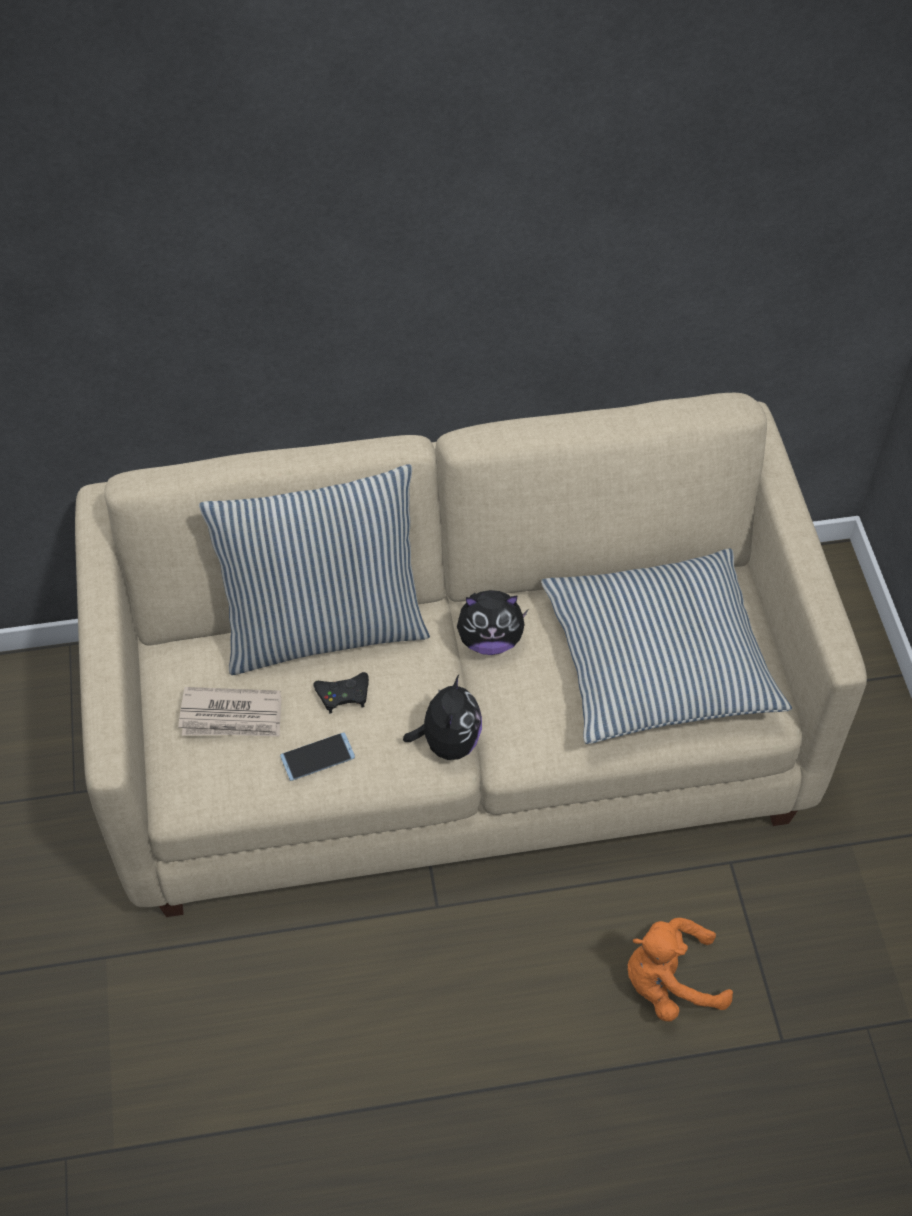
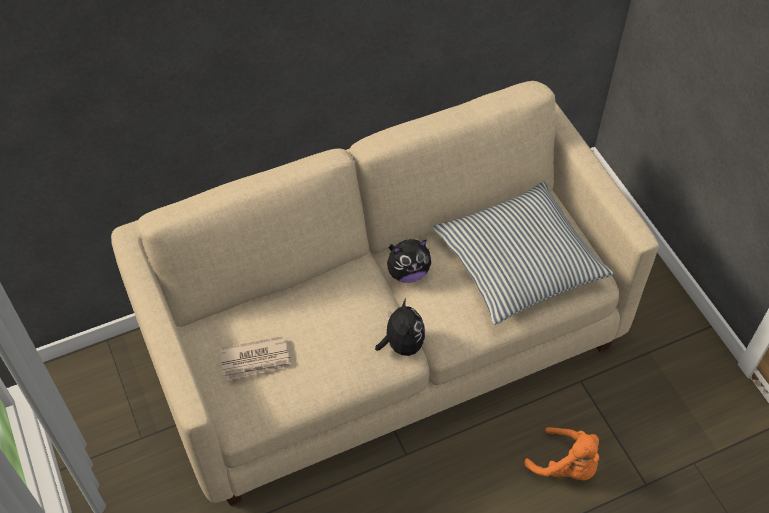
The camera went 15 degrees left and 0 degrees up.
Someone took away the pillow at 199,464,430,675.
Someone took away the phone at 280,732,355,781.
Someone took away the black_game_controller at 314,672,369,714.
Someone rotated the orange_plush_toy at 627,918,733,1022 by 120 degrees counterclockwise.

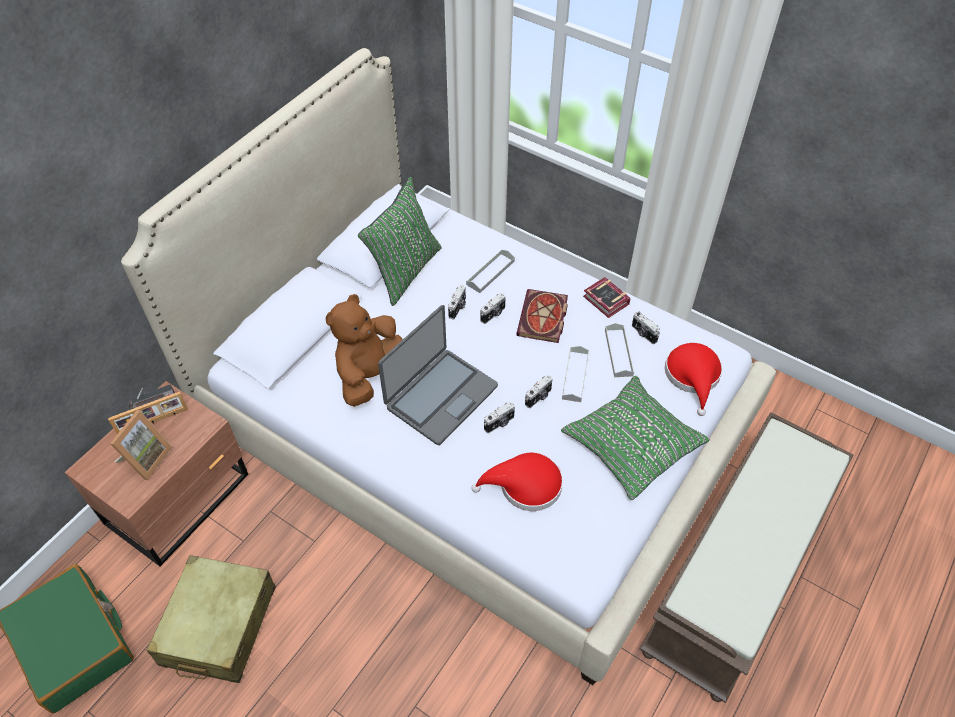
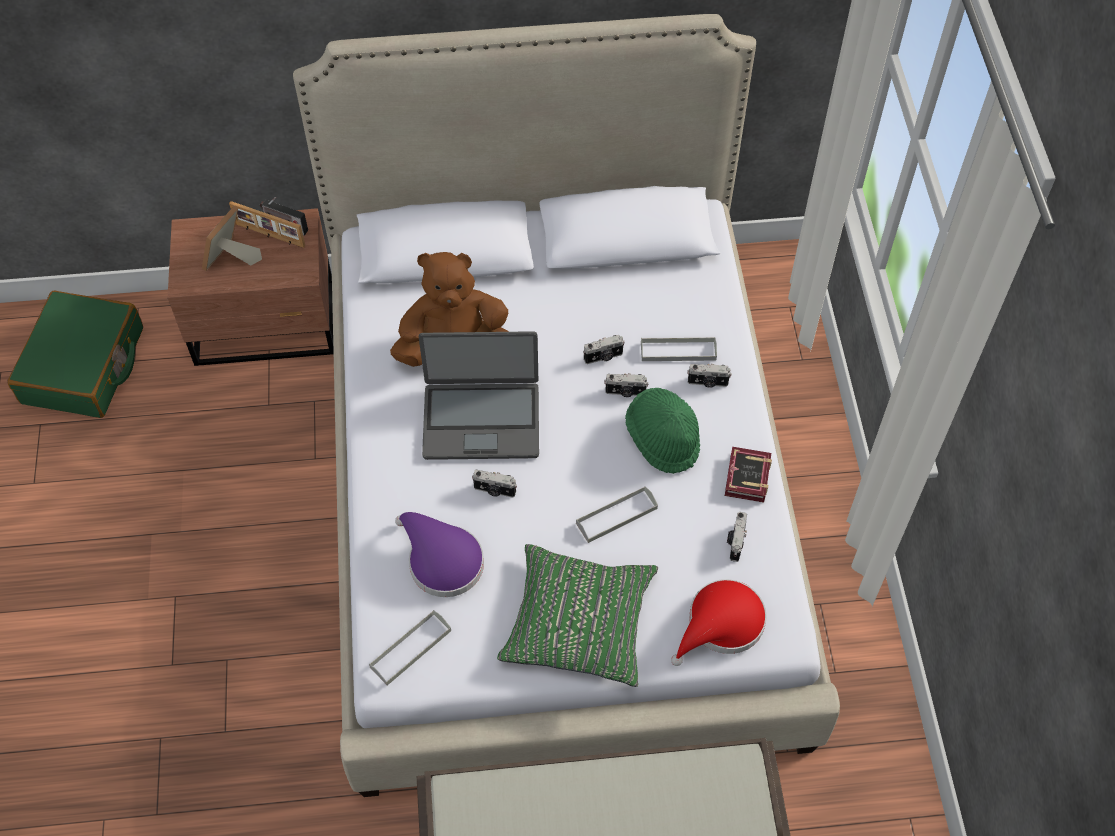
The camera went 50 degrees right and 5 degrees up.
Someone rotated the picture_frame at 110,410,172,480 by 135 degrees clockwise.
Someone took away the beige_suitcase at 146,555,276,683.
Someone took away the green_pillow at 358,176,442,306.
Someone repainted the red_hat at 471,453,563,511, which became the purple_hat at 395,512,484,597.
Someone swapped the book at 516,289,568,343 for the green_hat at 625,388,700,474.
Someone carried the photo_camera from 525,375,552,408 to 687,364,732,388.
Someone carried the grey_tray from 605,323,634,377 to 369,610,451,686.

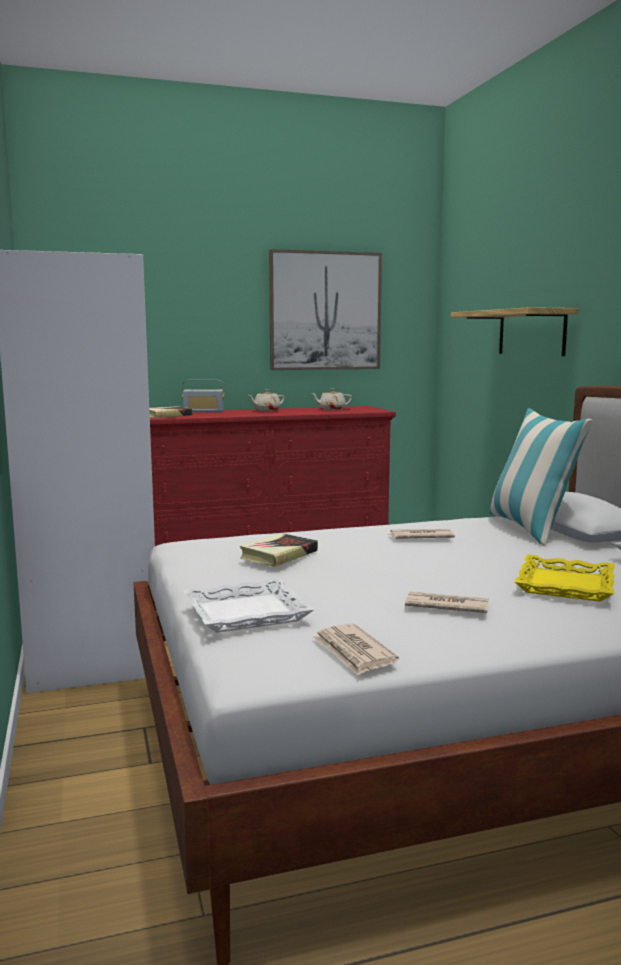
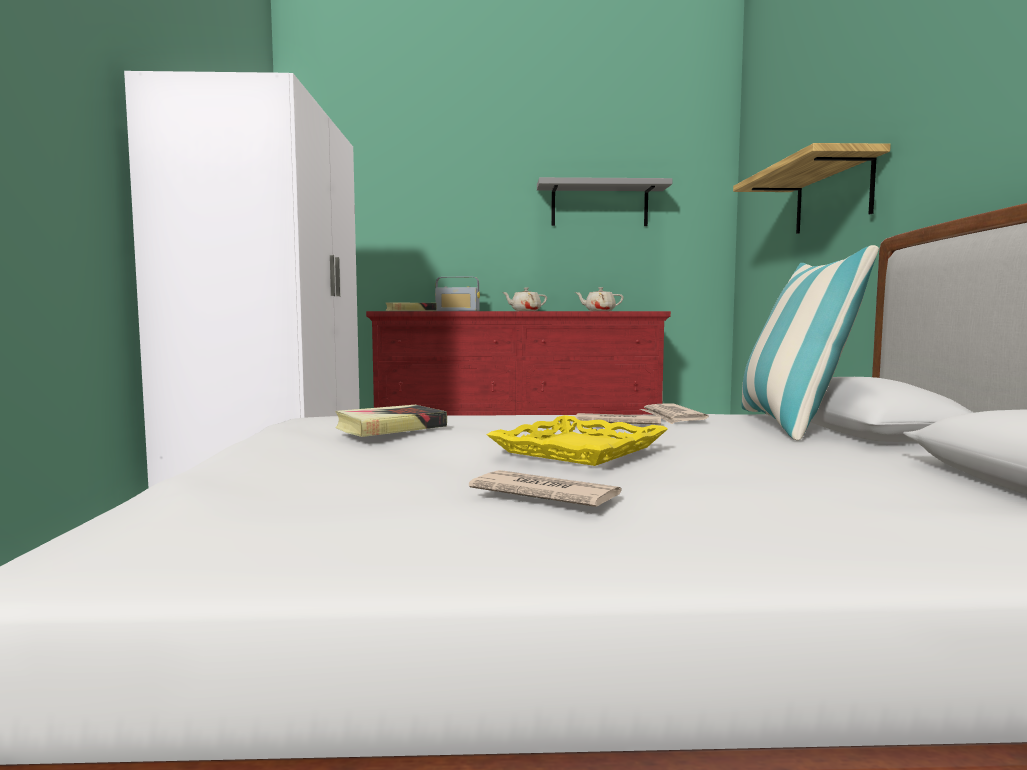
The camera went 15 degrees right and 5 degrees down.
Someone took away the white_tray at 183,578,315,633.
Someone swapped the picture at 269,249,382,370 for the grey_shelf at 537,177,672,226.
Someone carried the newspaper from 313,623,399,676 to 640,404,709,424.
Someone carried the yellow_tray from 515,554,615,602 to 486,415,668,466.

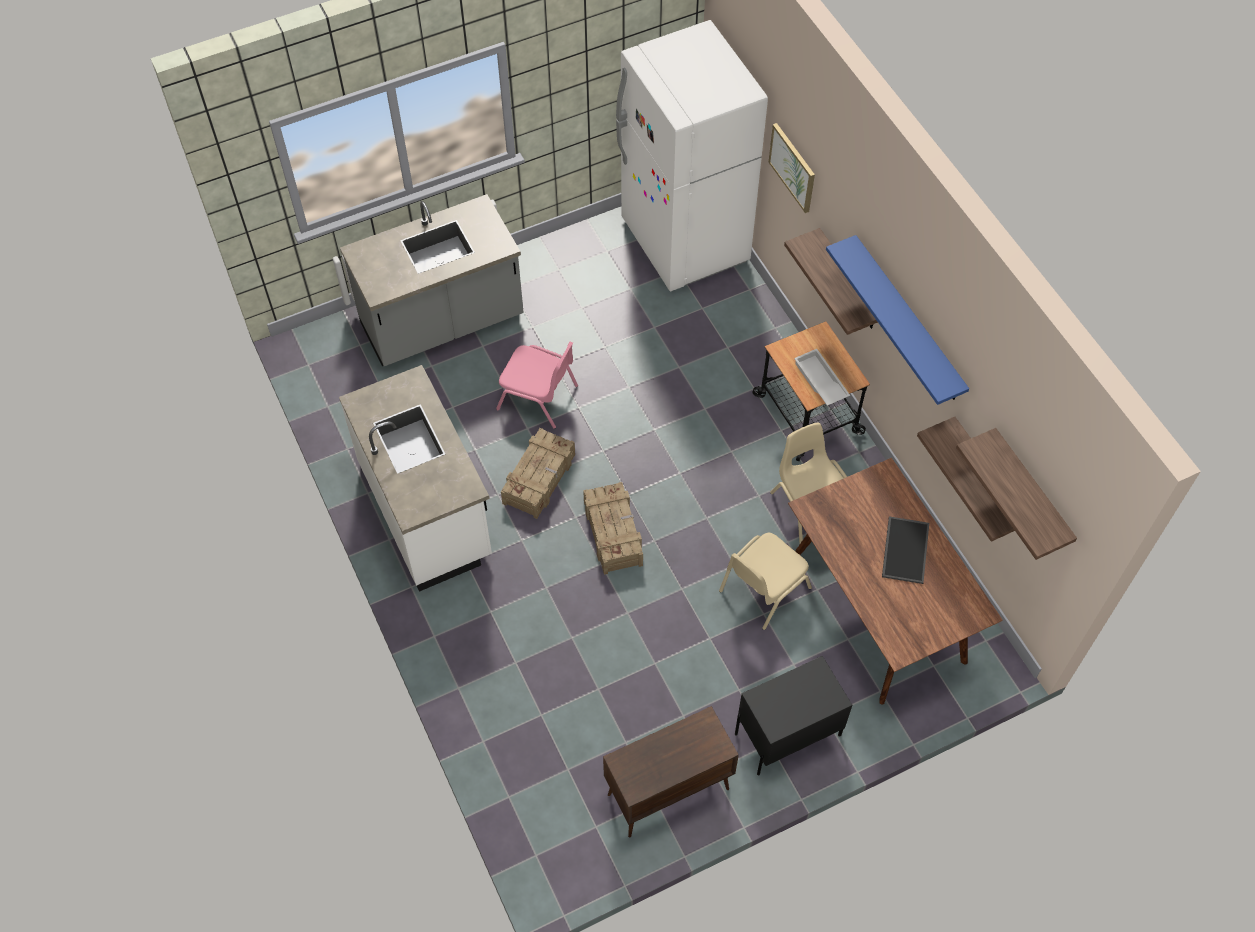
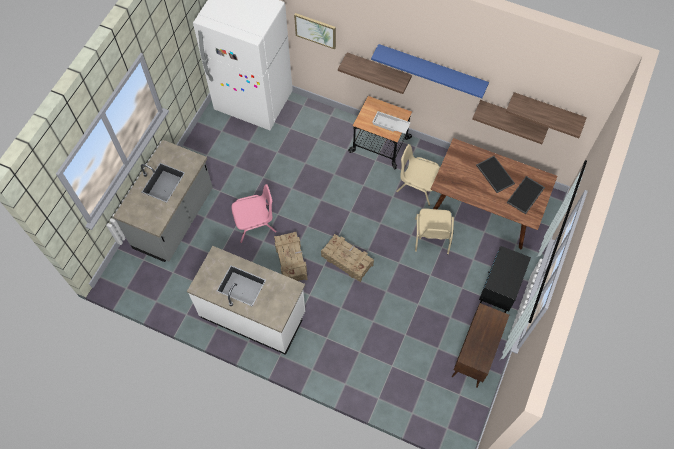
The camera went 40 degrees left and 5 degrees up.
Someone put down the tray at 507,176,545,214.

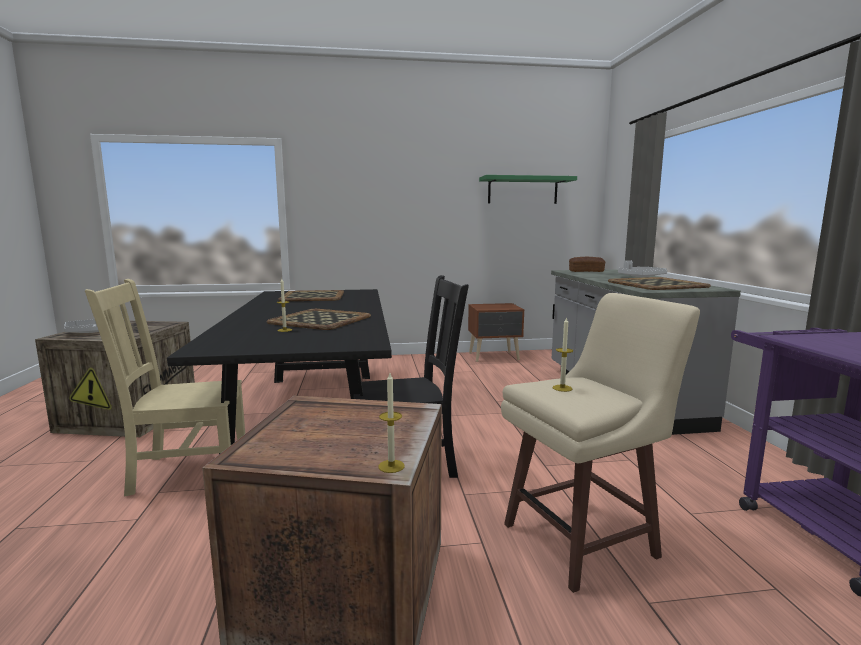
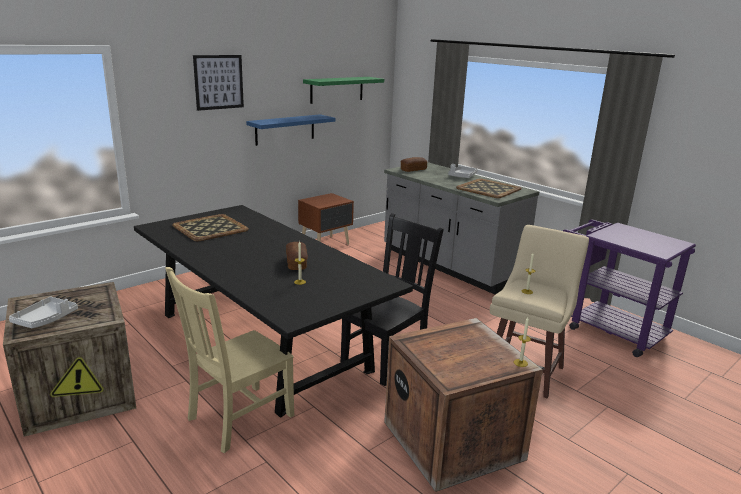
The camera went 35 degrees left and 10 degrees up.
Someone swapped the tray at 267,309,371,330 for the bread at 286,242,308,270.
Someone put up the picture at 193,55,244,111.
Someone put up the blue_shelf at 246,114,336,146.

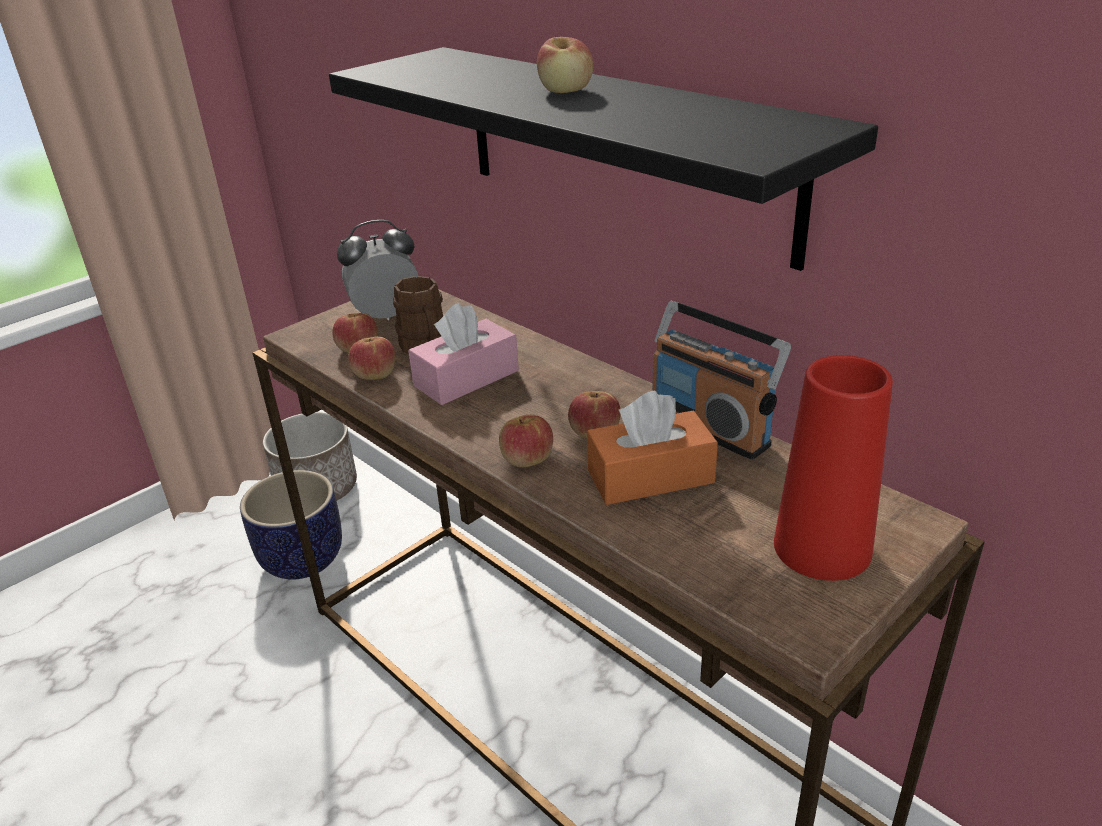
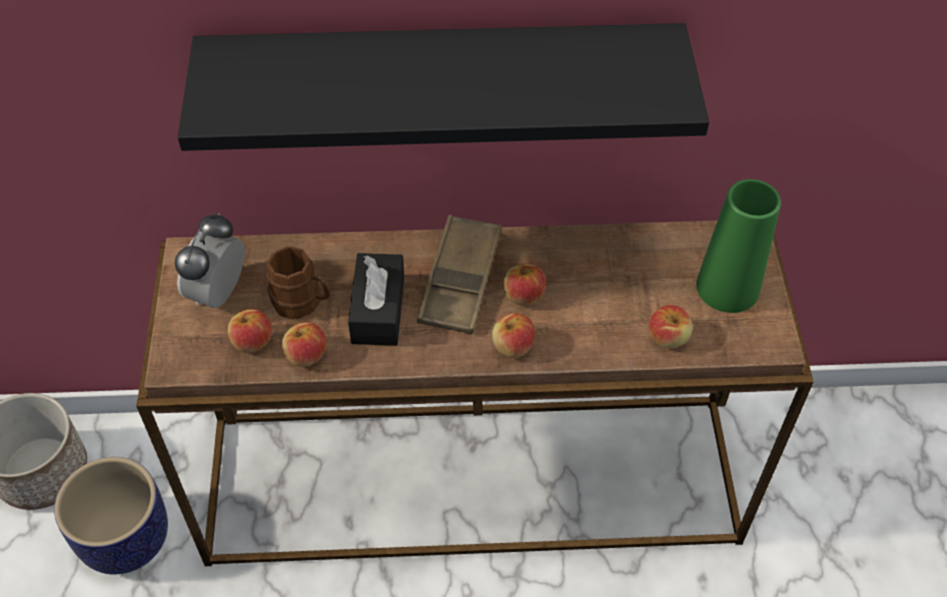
The camera went 50 degrees left and 20 degrees up.
Someone repainted the pink_tissue_box at 408,303,519,405, which became the black_tissue_box at 348,253,404,346.
Someone carried the apple from 537,37,593,93 to 649,305,693,348.
Someone took away the orange_tissue_box at 587,390,718,505.
Someone took away the radio at 652,301,791,460.
Someone repainted the red_vase at 774,355,893,581, which became the green_vase at 696,179,781,313.
Someone put down the brown_tray at 417,215,502,334.

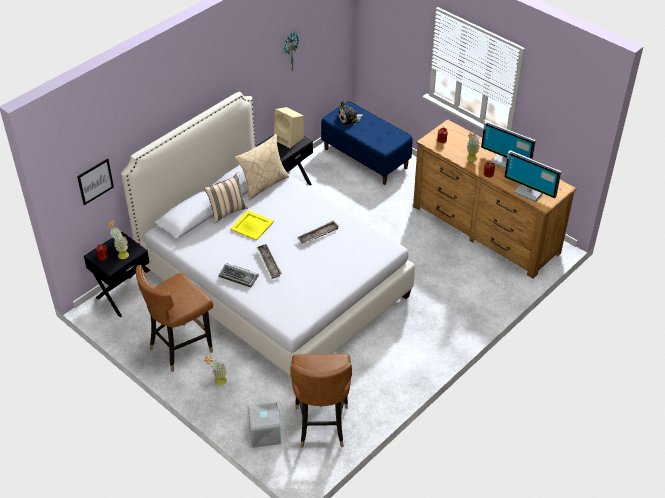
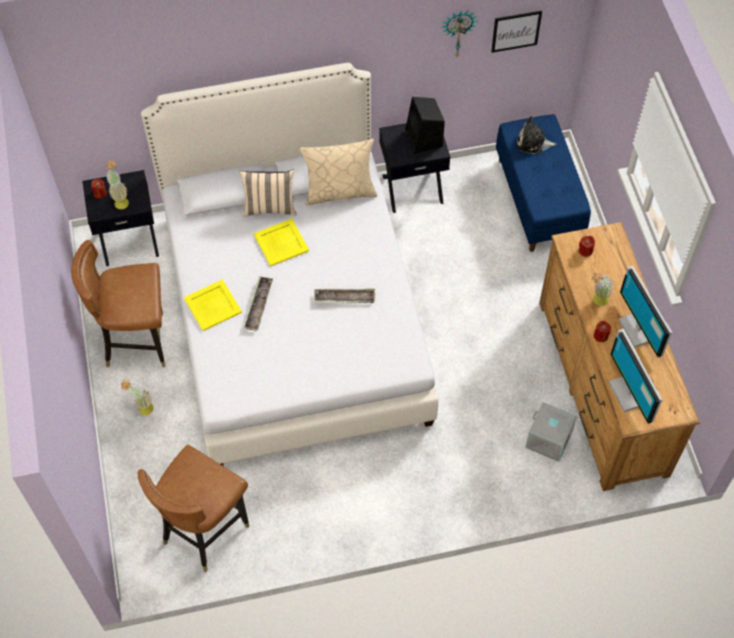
The camera went 35 degrees right and 15 degrees up.
Someone carried the picture from 77,158,114,205 to 491,11,542,53.
Someone swapped the keyboard at 219,263,259,288 for the yellow_tray at 184,279,242,331.
Someone carried the grey_storage_box from 246,403,281,448 to 525,402,577,462.
Someone repainted the beige_speaker at 274,107,304,148, which became the black_speaker at 405,97,445,154.

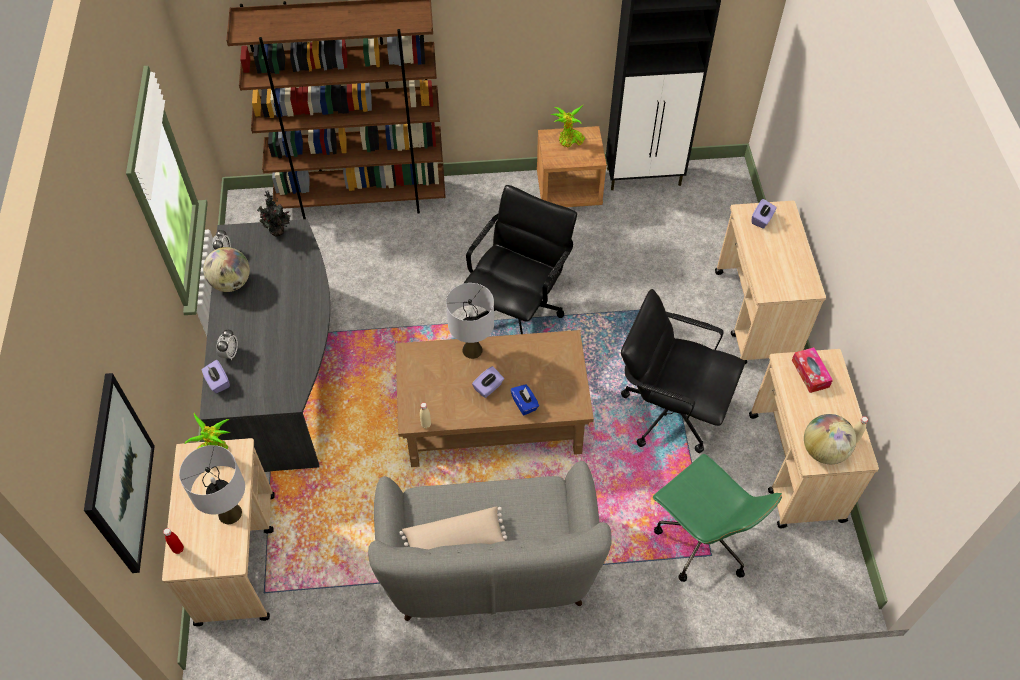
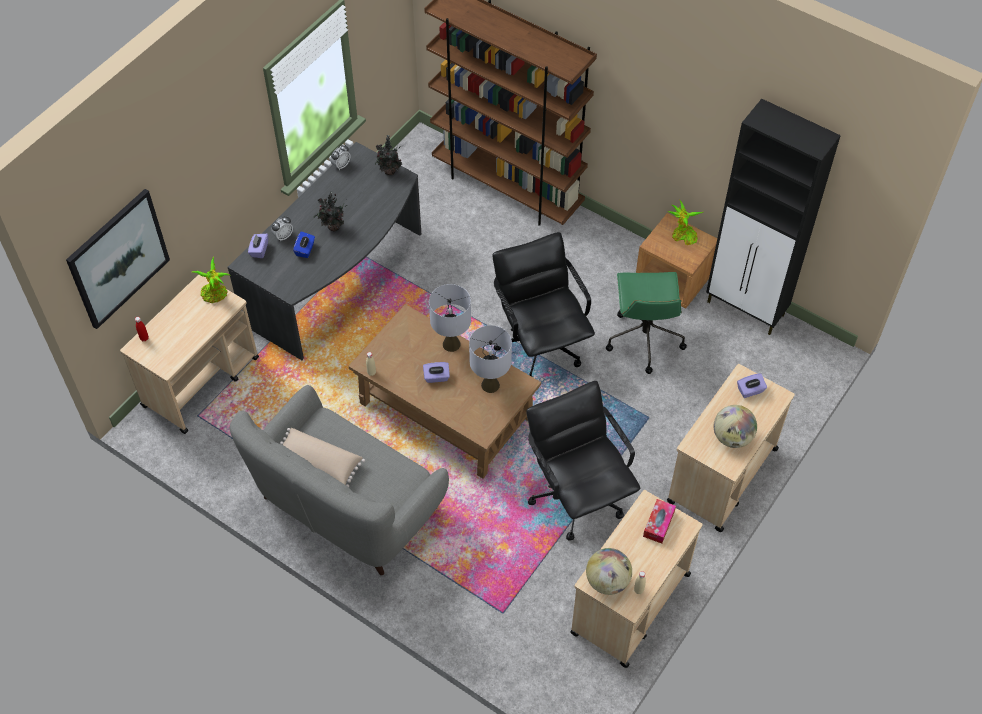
The camera went 40 degrees right and 0 degrees up.
Someone carried the grey_table_lamp from 179,445,245,524 to 469,325,512,393.
Someone carried the globe from 203,247,250,292 to 713,405,757,448.
Someone rotated the black_office_chair at 463,185,577,334 by 90 degrees counterclockwise.
Someone carried the blue_tissue_box from 511,384,539,415 to 293,231,315,258.
Someone carried the green_office_chair from 653,454,782,582 to 606,272,687,374.
Someone put down the potted_plant at 314,191,347,232.

